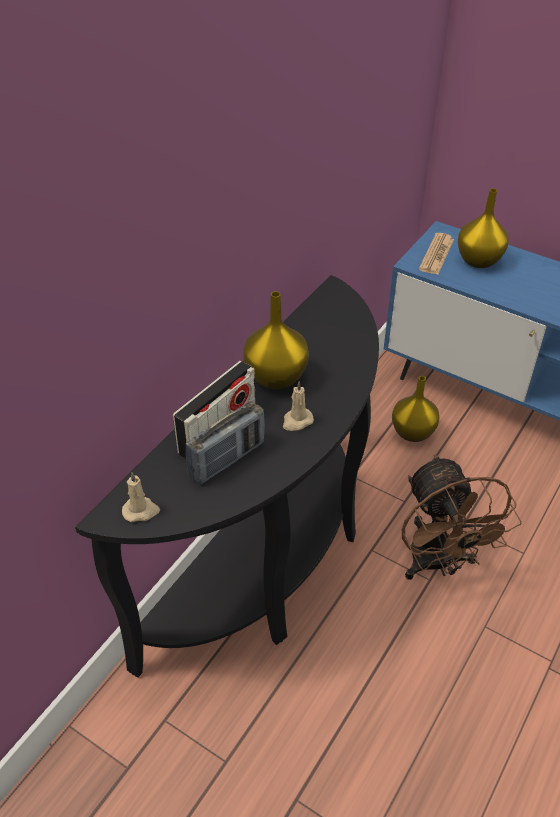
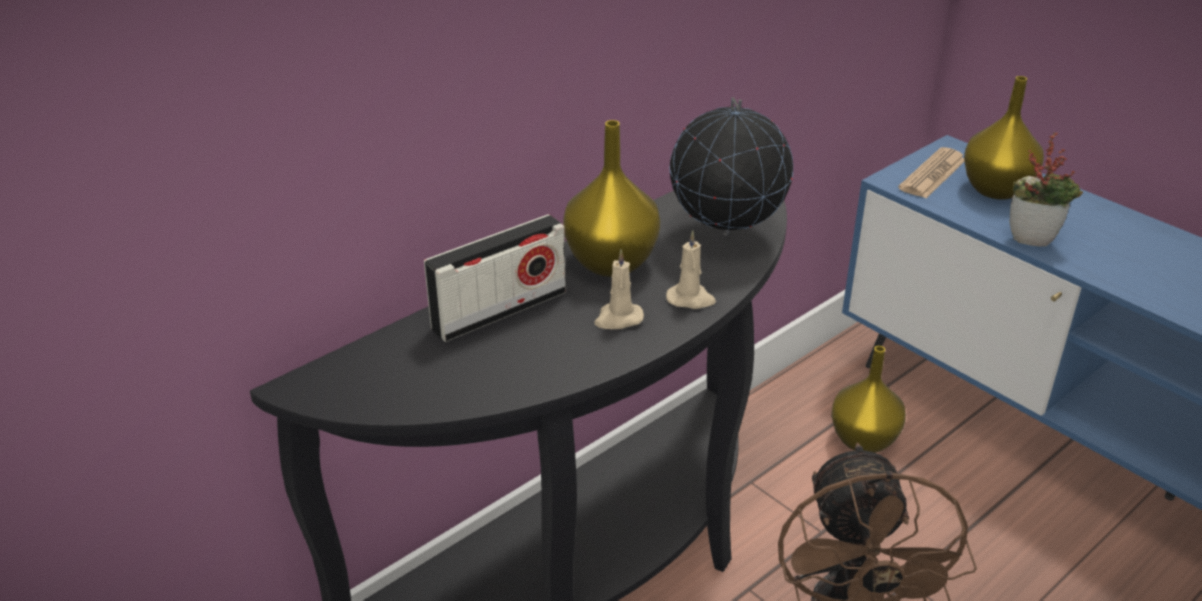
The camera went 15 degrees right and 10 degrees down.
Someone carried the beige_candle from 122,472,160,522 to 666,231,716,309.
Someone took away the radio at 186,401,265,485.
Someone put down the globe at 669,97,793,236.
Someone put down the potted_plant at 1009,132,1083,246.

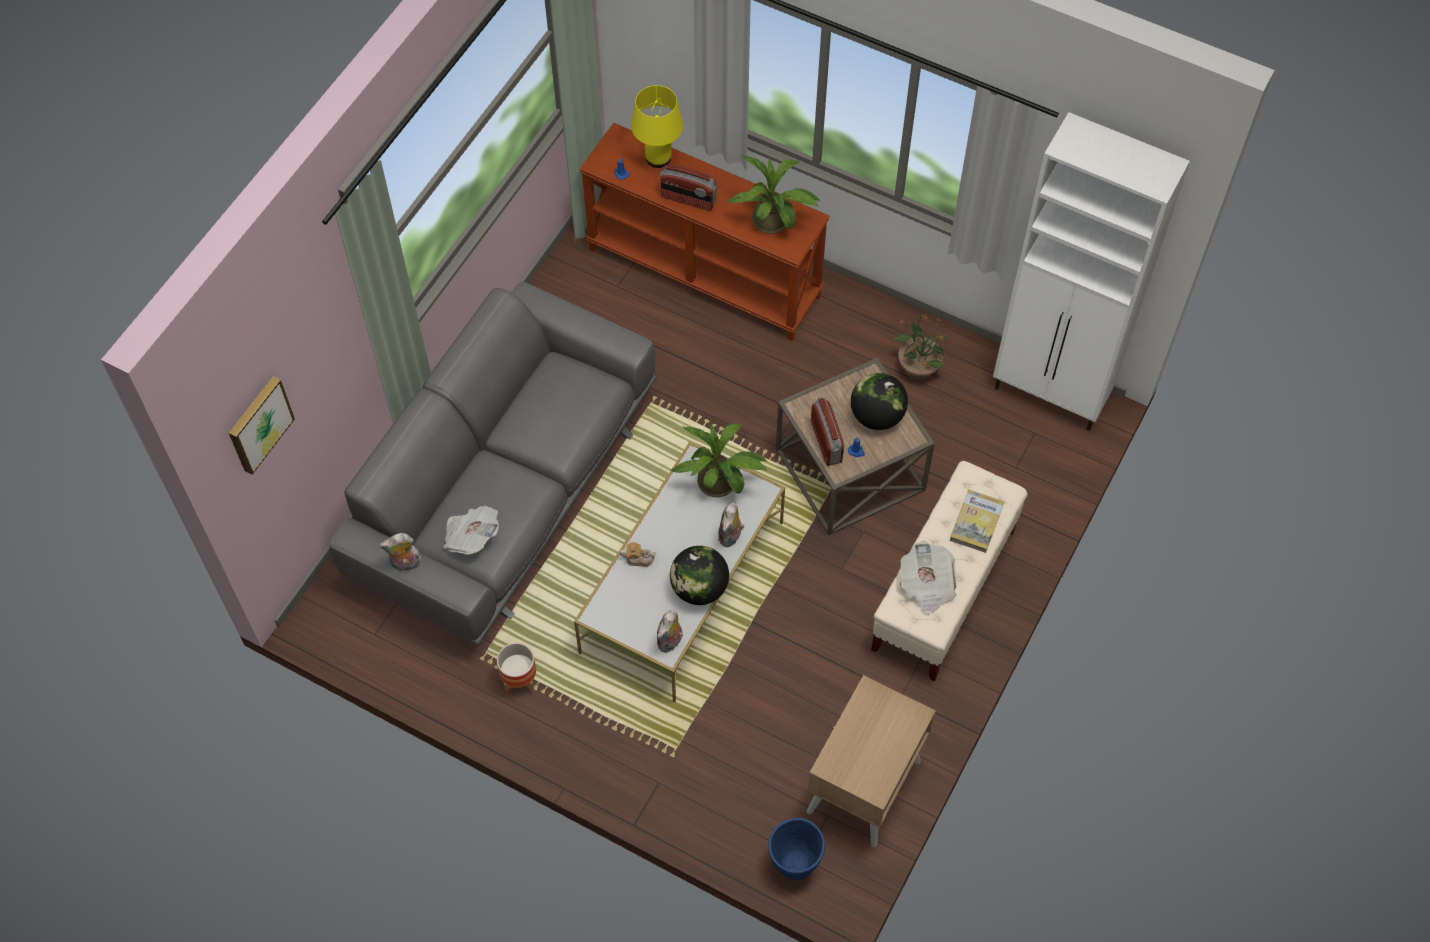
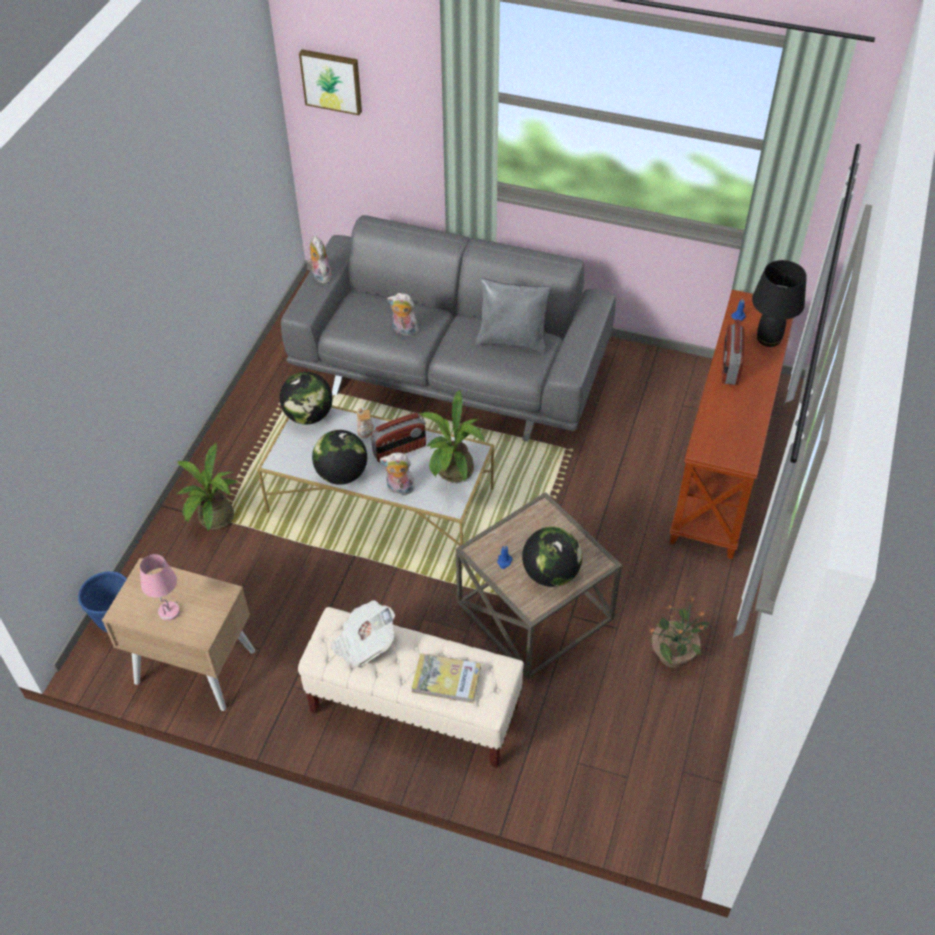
The camera went 80 degrees right and 10 degrees down.
Someone took away the newspaper at 444,505,499,555.
Someone took away the planter at 497,643,536,695.
Someone repainted the yellow_table_lamp at 631,85,683,168, which became the black_table_lamp at 752,260,807,347.
Someone carried the plush_toy from 657,610,686,653 to 387,293,418,336.
Someone carried the potted_plant from 727,154,820,234 to 176,442,239,531.
Someone carried the radio from 811,397,844,466 to 370,413,426,463.
Someone took away the white_cabinet at 993,112,1190,431.
Someone put down the pink_table_lamp at 140,554,180,621.
Someone put down the globe at 280,372,333,425.
Someone put down the grey_pillow at 475,278,551,354.

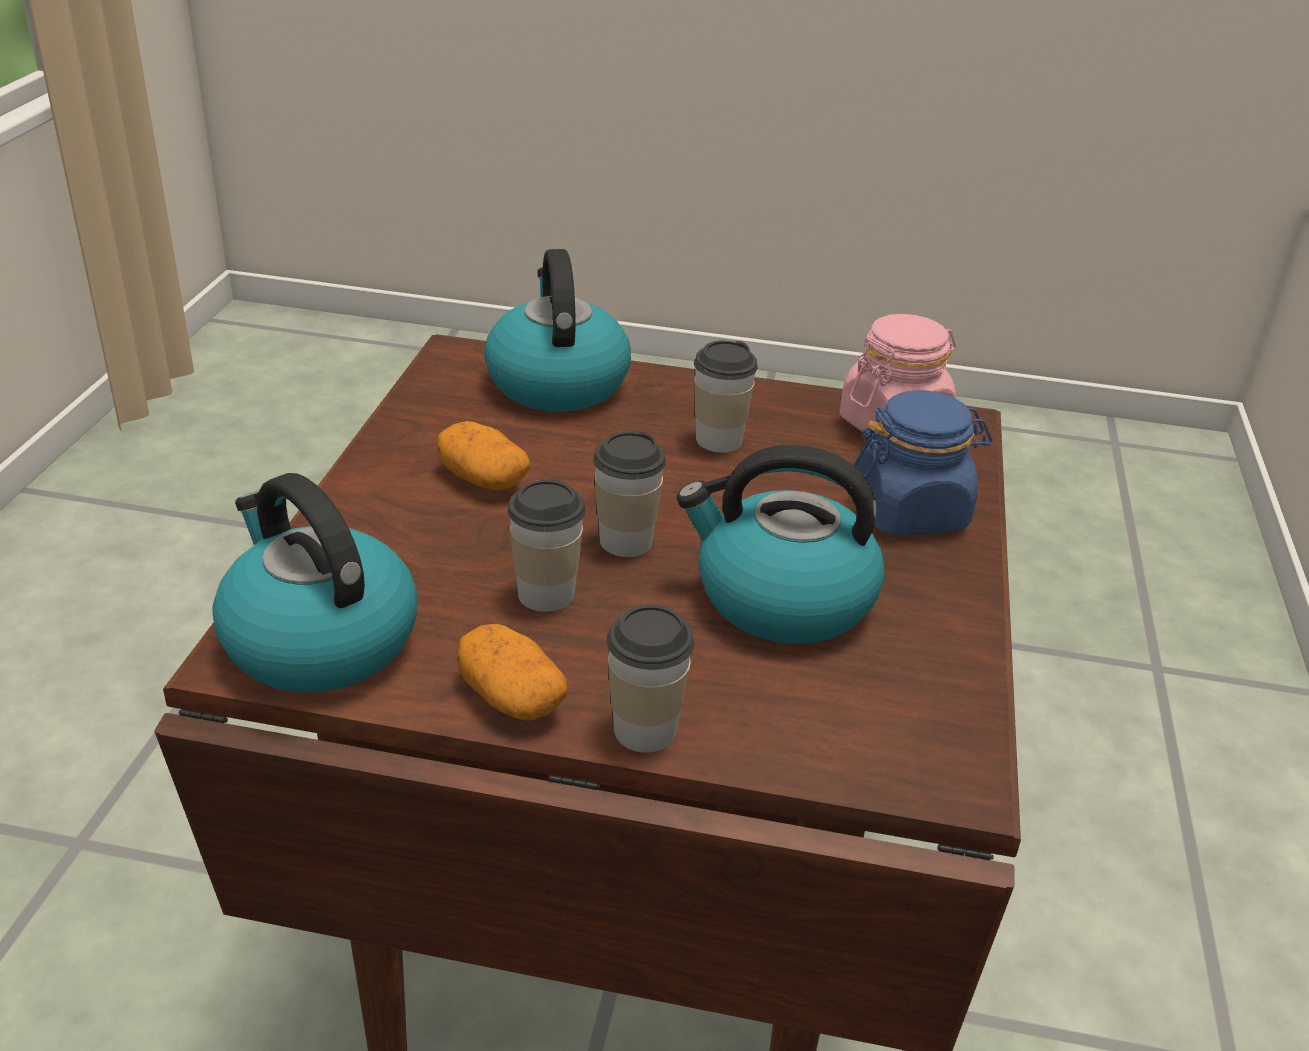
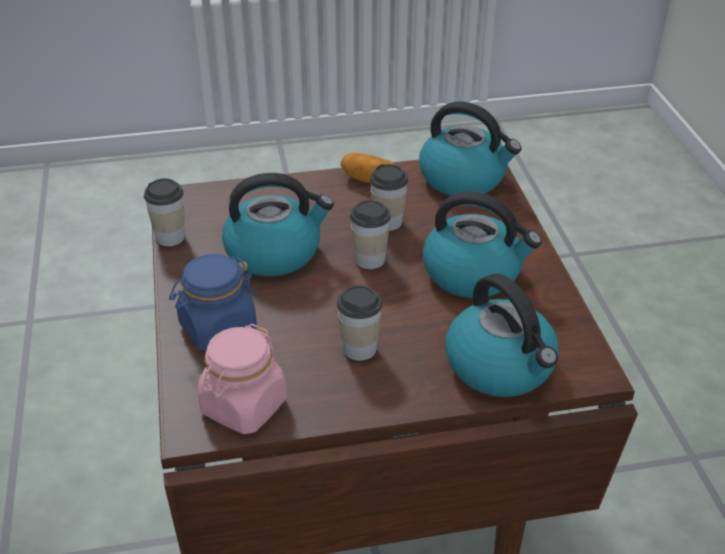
The camera went 160 degrees right and 5 degrees up.
Someone swapped the potato at 437,421,530,490 for the kettle at 423,191,542,298.
Someone carried the cup from 606,604,694,753 to 144,178,185,246.

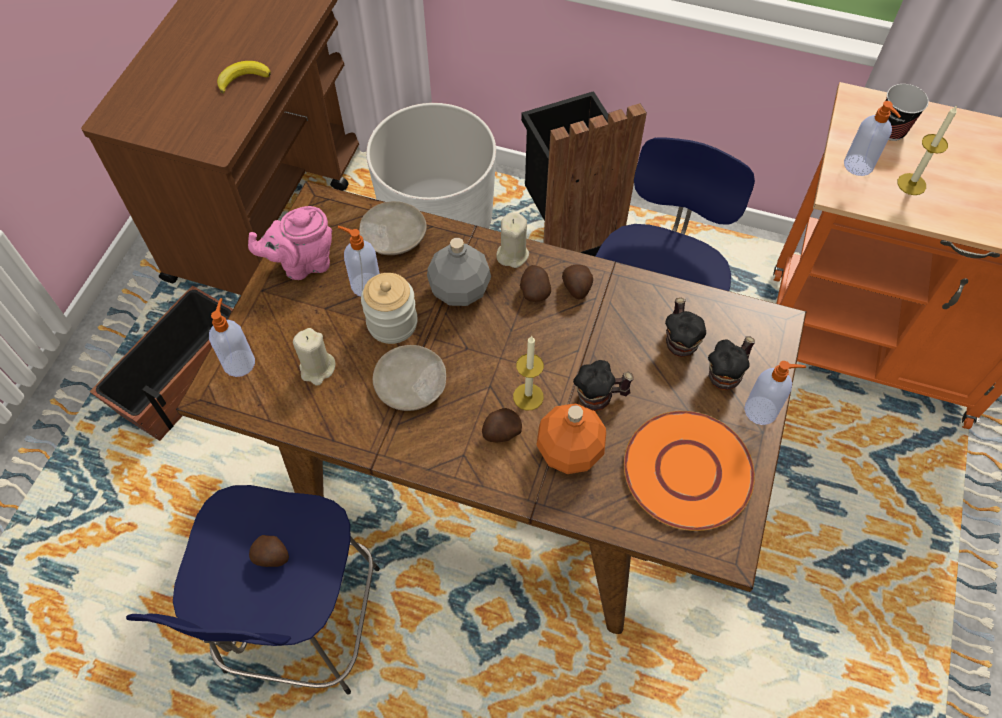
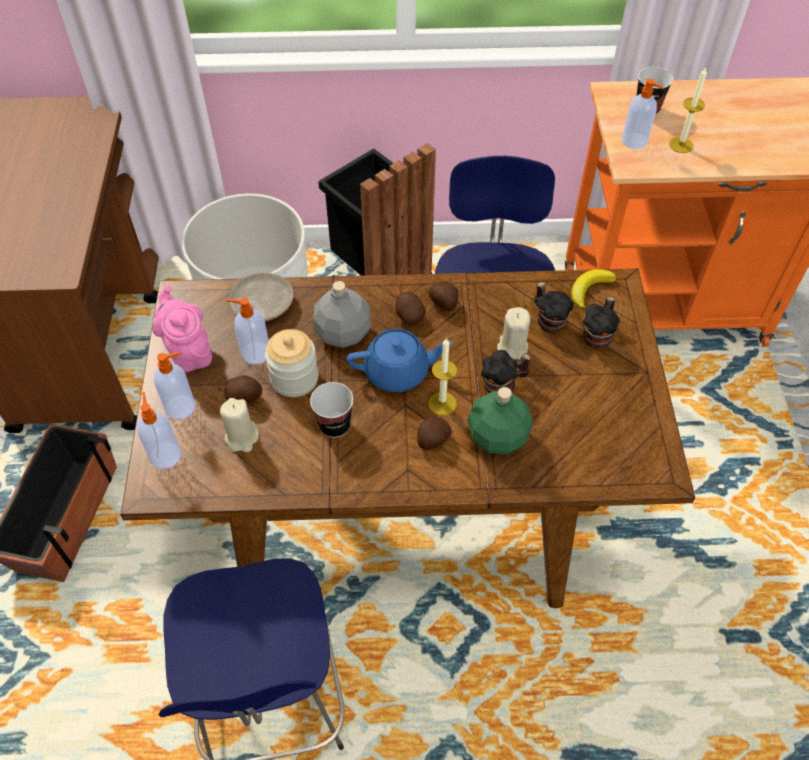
The camera went 20 degrees left and 5 degrees down.
Someone carried the banana from 217,61,271,94 to 571,269,617,310.
Someone rotated the pink_teapot at 248,206,332,280 by 105 degrees clockwise.
Someone carried the potato from 249,535,289,567 to 224,375,262,403.
Someone swapped the beige_plate at 373,345,446,411 for the cup at 310,382,353,438.
Someone carried the beige_candle from 496,213,529,268 to 497,307,530,360.
Someone repainted the orange_bottle at 536,403,606,474, which became the green_bottle at 467,387,533,455.
Someone took away the orange_plate at 624,411,755,531.
Someone carried the soap_dispenser from 744,361,806,425 to 154,352,195,419.
Someone put down the blue_teapot at 346,329,453,392.

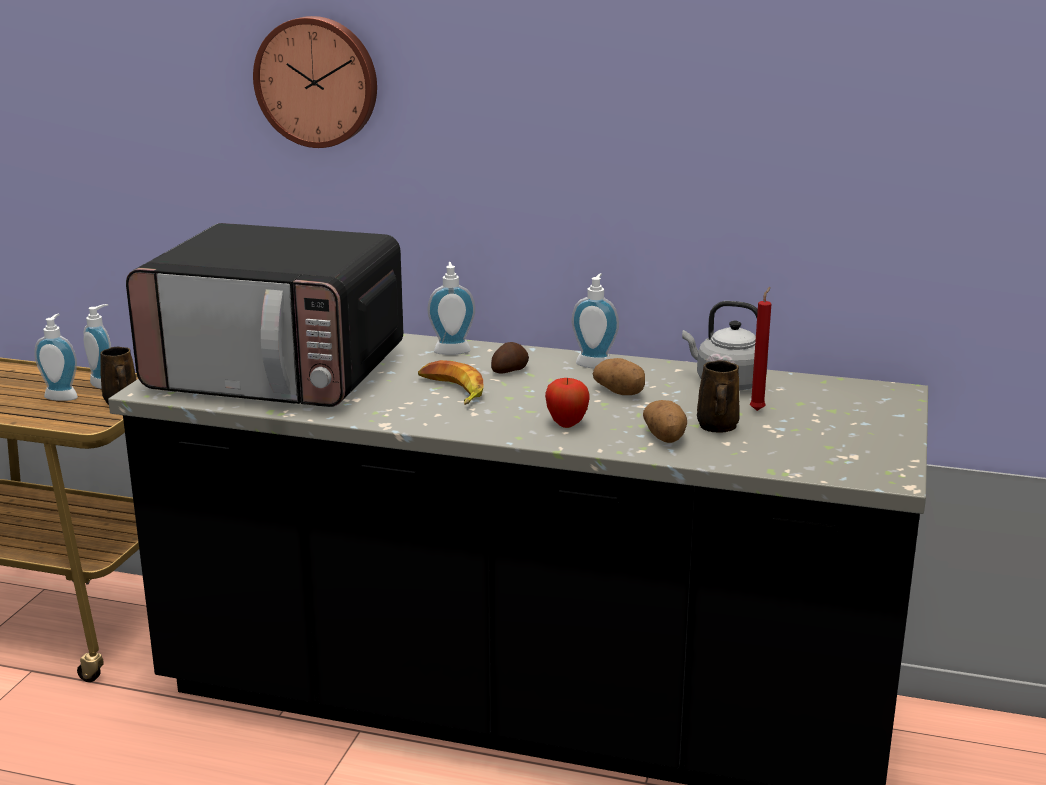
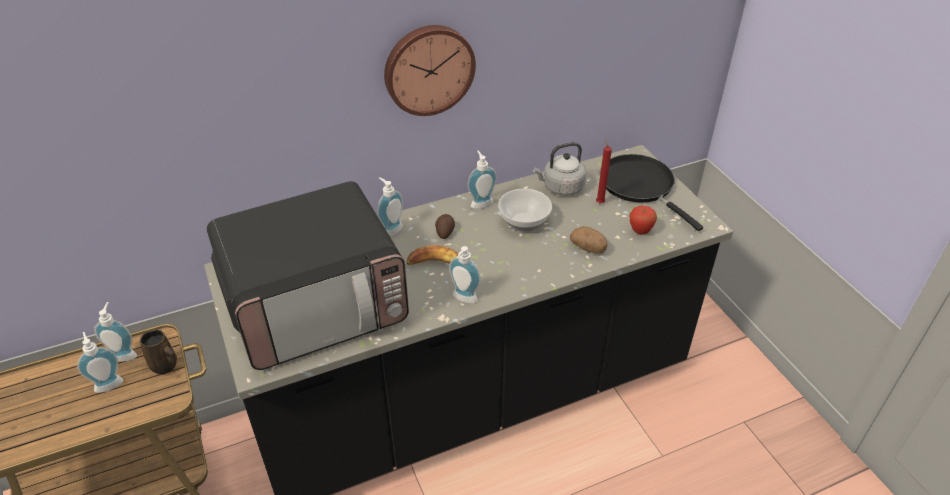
The camera went 40 degrees left and 20 degrees up.
Someone carried the wall_clock from 253,16,377,148 to 384,25,476,116.
Someone carried the apple from 545,378,590,428 to 629,206,657,235.
Someone swapped the potato at 593,358,645,395 for the bowl at 498,189,552,232.
Someone took away the brown_mug at 697,360,740,433.
Someone put down the soap_dispenser at 449,246,481,304.
Someone put down the black_frying_pan at 600,154,703,231.

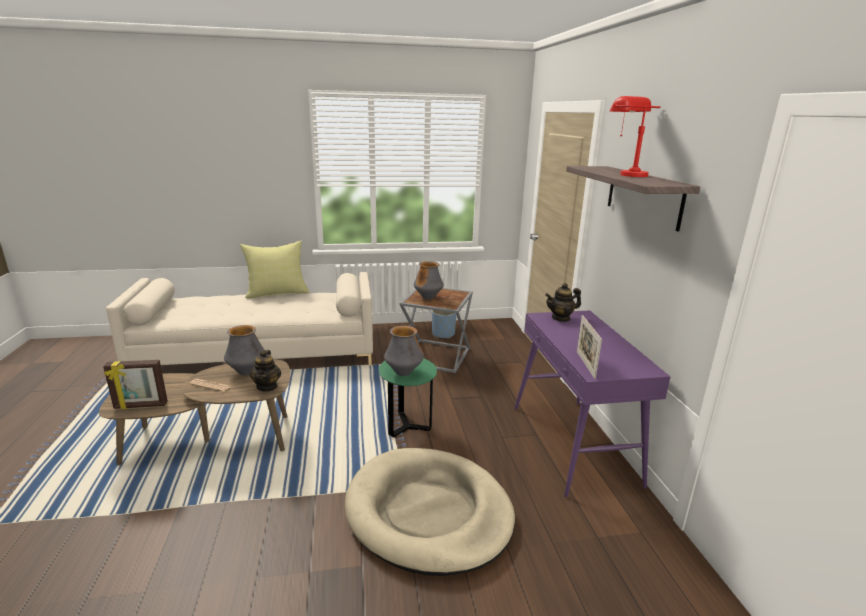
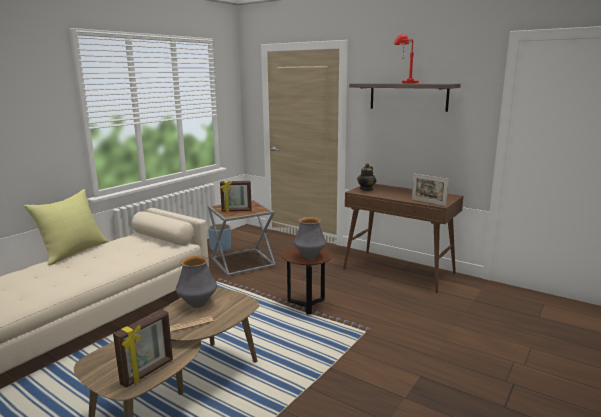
The camera went 45 degrees left and 5 degrees down.
Someone took away the teapot at 250,350,281,392.
Someone took away the beige_dog_bed at 345,448,515,576.
Someone repainted the green_side_table at 379,358,437,437, which became the brown_side_table at 281,247,333,315.
Someone swapped the vase at 413,261,444,300 for the picture_frame at 220,181,252,212.
Someone repainted the purple_console_table at 515,310,671,497, which became the brown_console_table at 343,184,464,293.

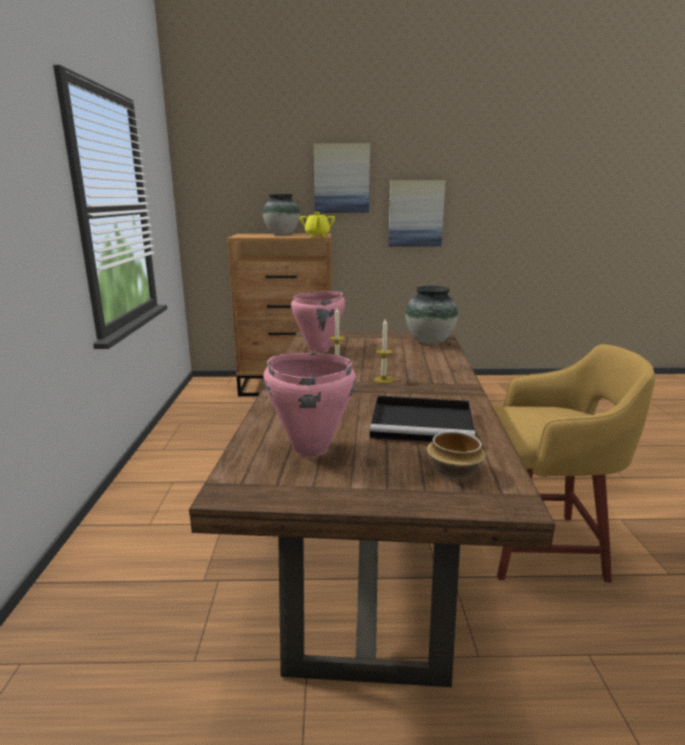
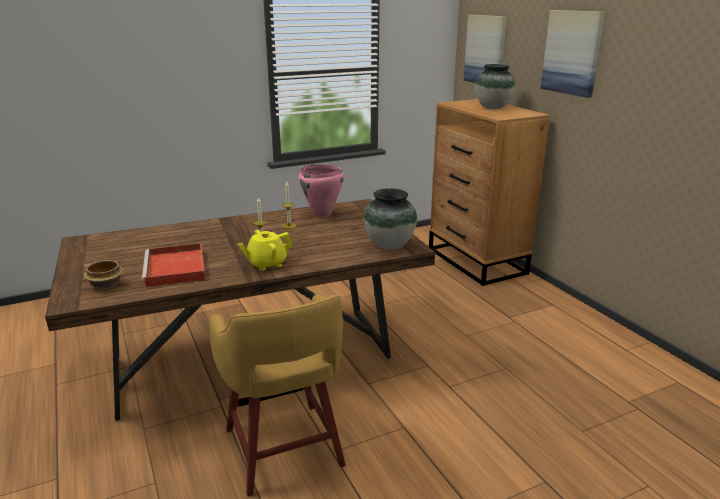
The camera went 65 degrees right and 5 degrees up.
Someone took away the pink_cooking_pot at 263,353,356,457.
Someone carried the yellow_teapot from 300,212,335,237 to 238,230,293,271.
Someone repainted the black_tray at 370,395,476,443, which became the red_tray at 142,243,206,287.
Someone carried the picture from 388,180,445,247 to 464,15,507,83.

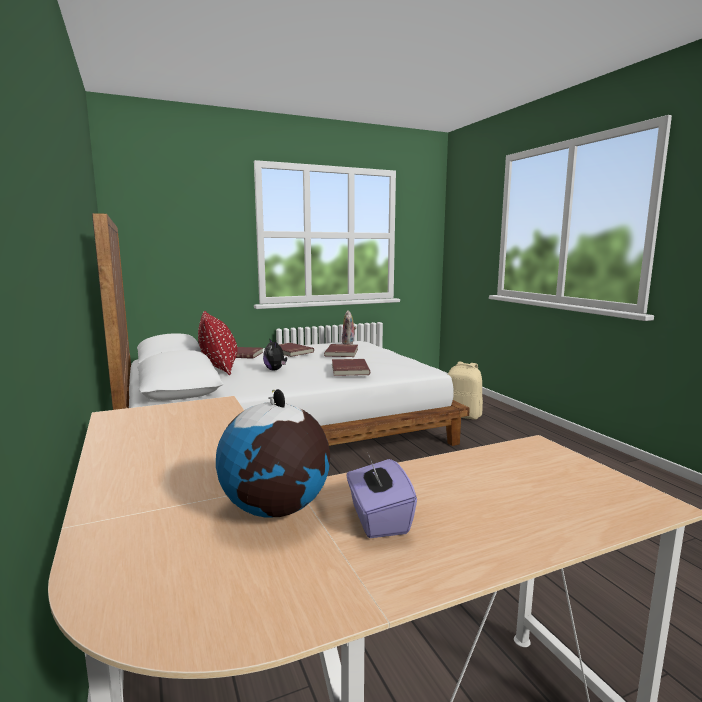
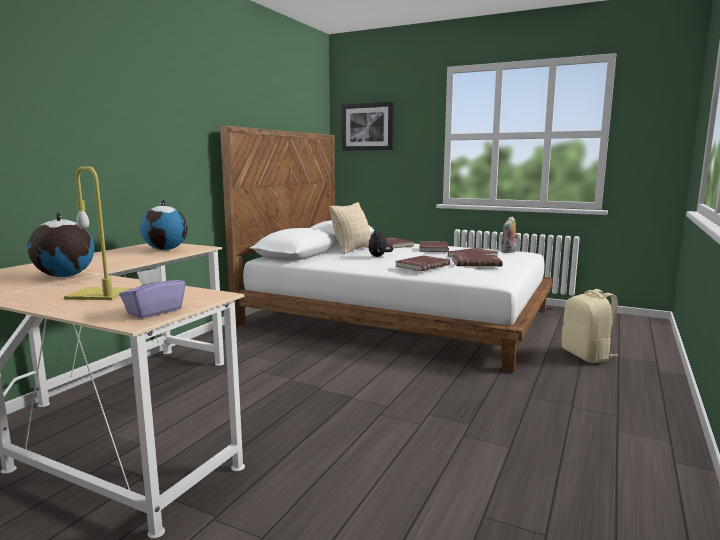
The camera went 50 degrees right and 0 degrees up.
Someone repainted the red_pillow at 198,311,238,375, which became the beige_pillow at 330,202,371,254.
Someone carried the purple_tissue_box from 347,454,417,538 to 119,268,186,318.
Someone put down the yellow_table_lamp at 64,167,132,300.
Someone put down the globe at 140,199,187,250.
Someone put up the picture at 342,102,394,151.
Someone put down the red_book at 452,255,503,266.

